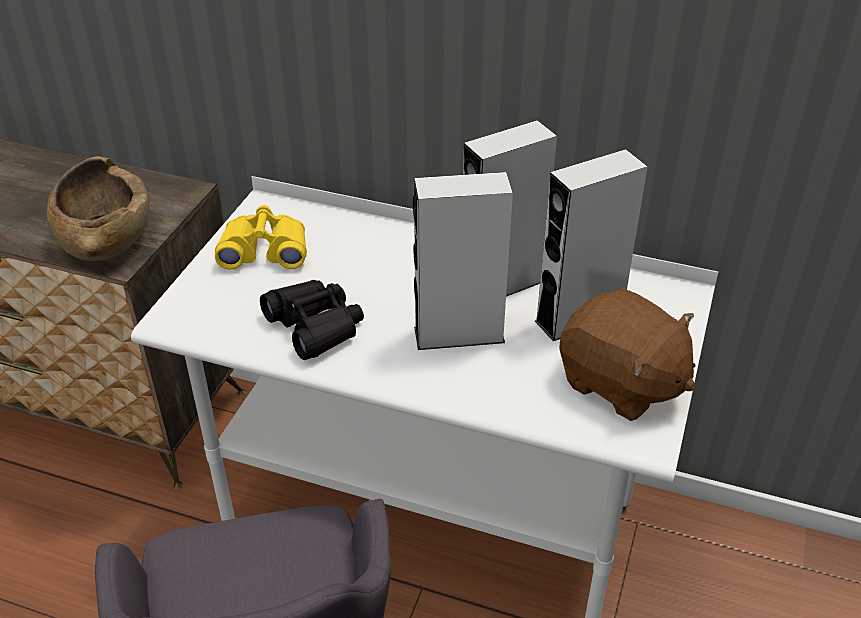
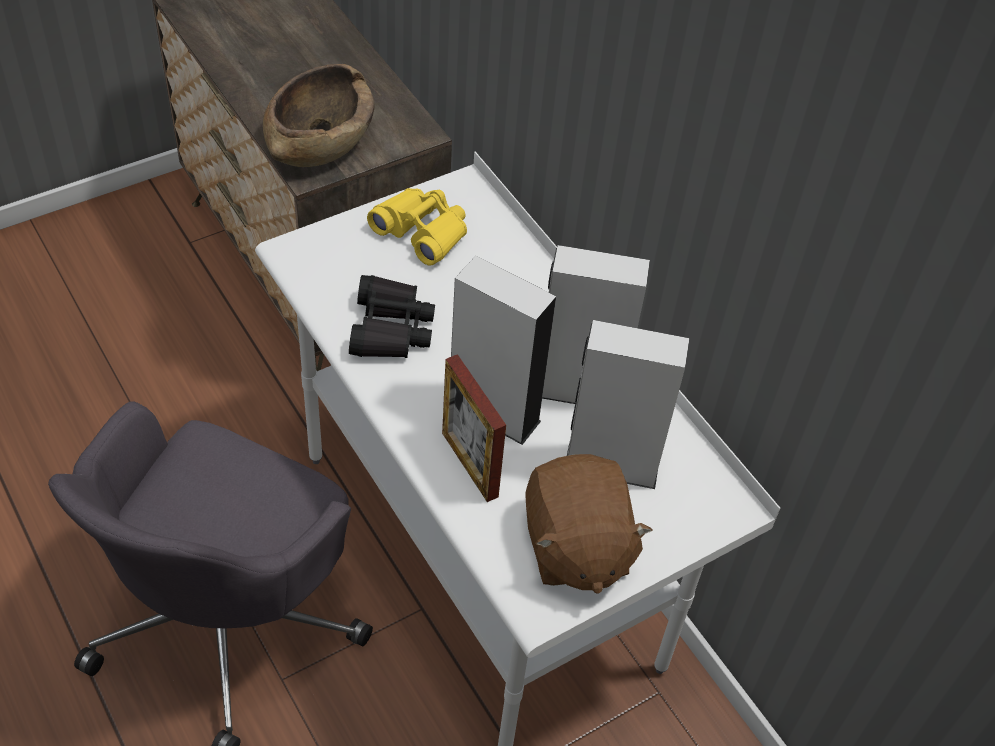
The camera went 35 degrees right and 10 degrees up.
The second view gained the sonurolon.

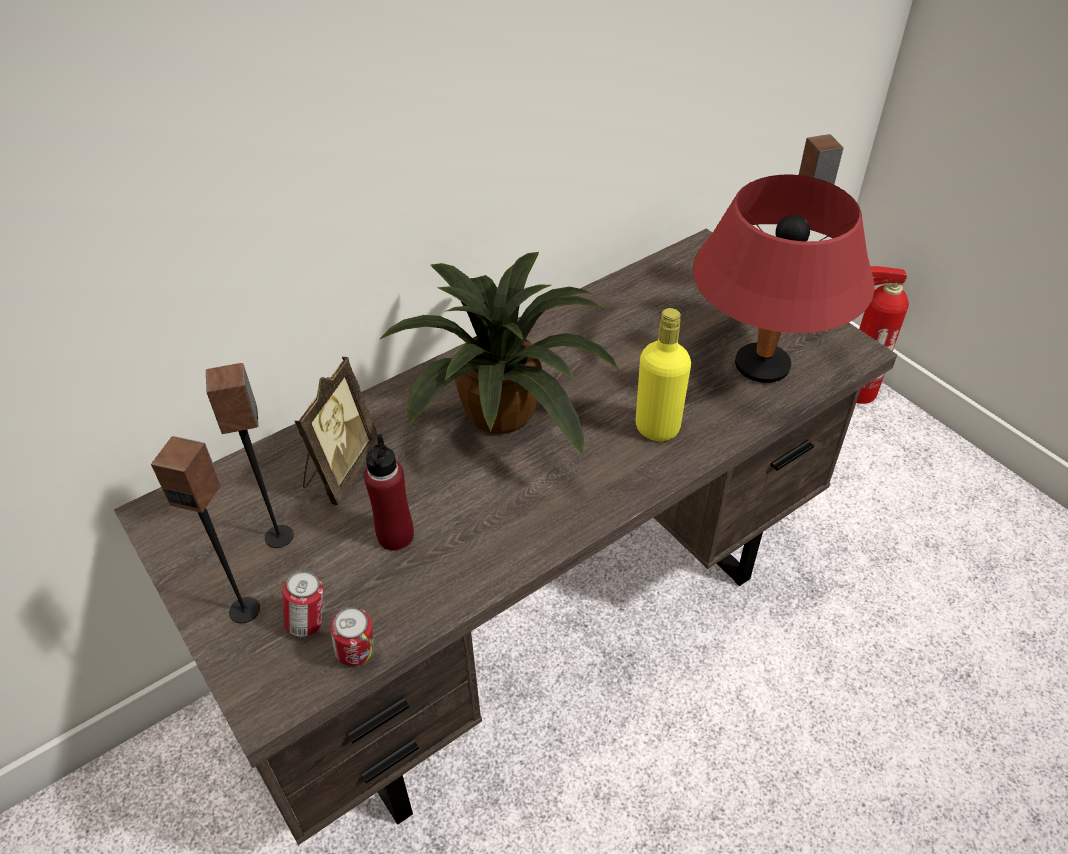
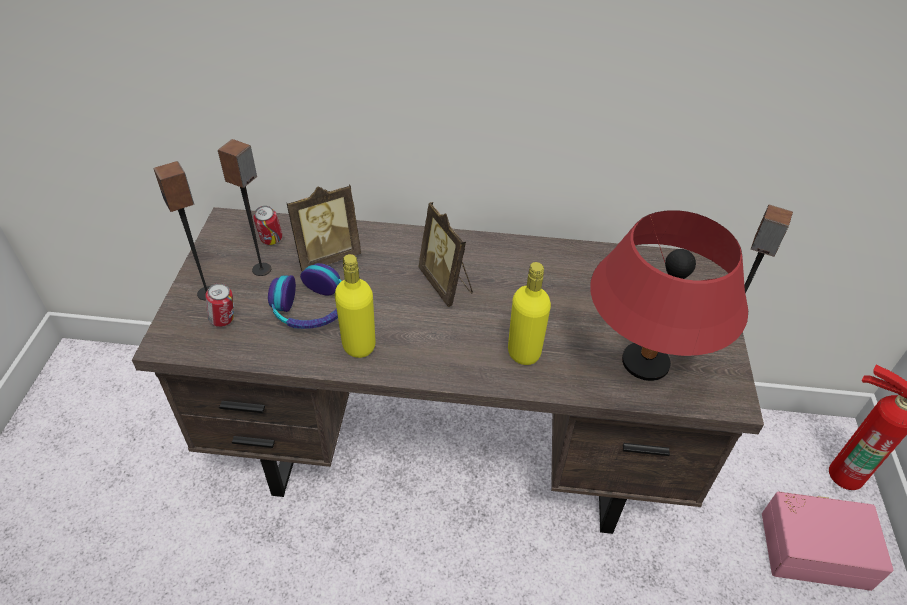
The camera went 40 degrees right and 0 degrees up.
Where the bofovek stood, the sonurolon (no. 2 from left) came to stand.
Where the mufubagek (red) stood, the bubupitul came to stand.
The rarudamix (no. 2 from left) ended up elsewhere.
The second view gained the mufubagek (yellow) (no. 1 from left).
The second view gained the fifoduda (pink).

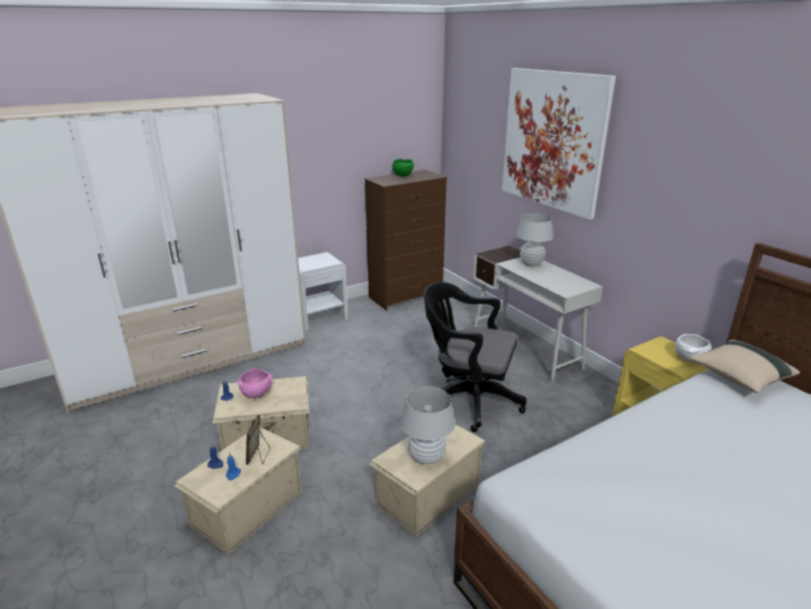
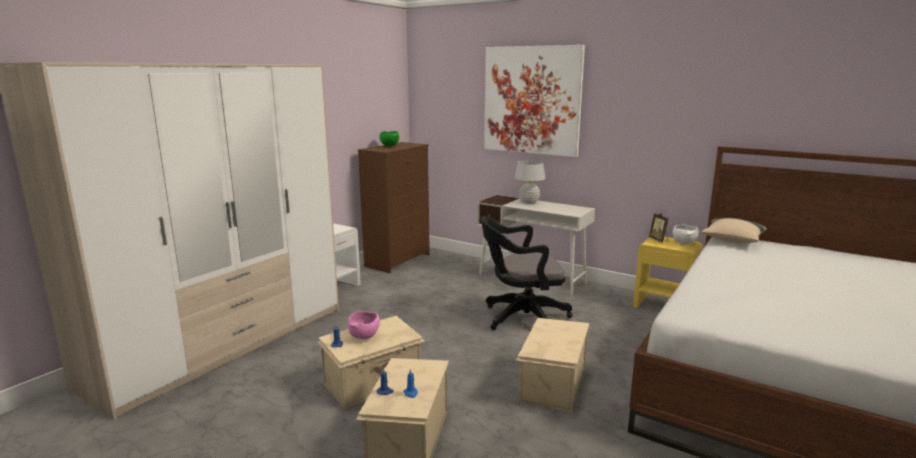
The camera went 25 degrees left and 10 degrees down.
The second view lost the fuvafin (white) (no. 1 from left).
The sonurolon ended up elsewhere.

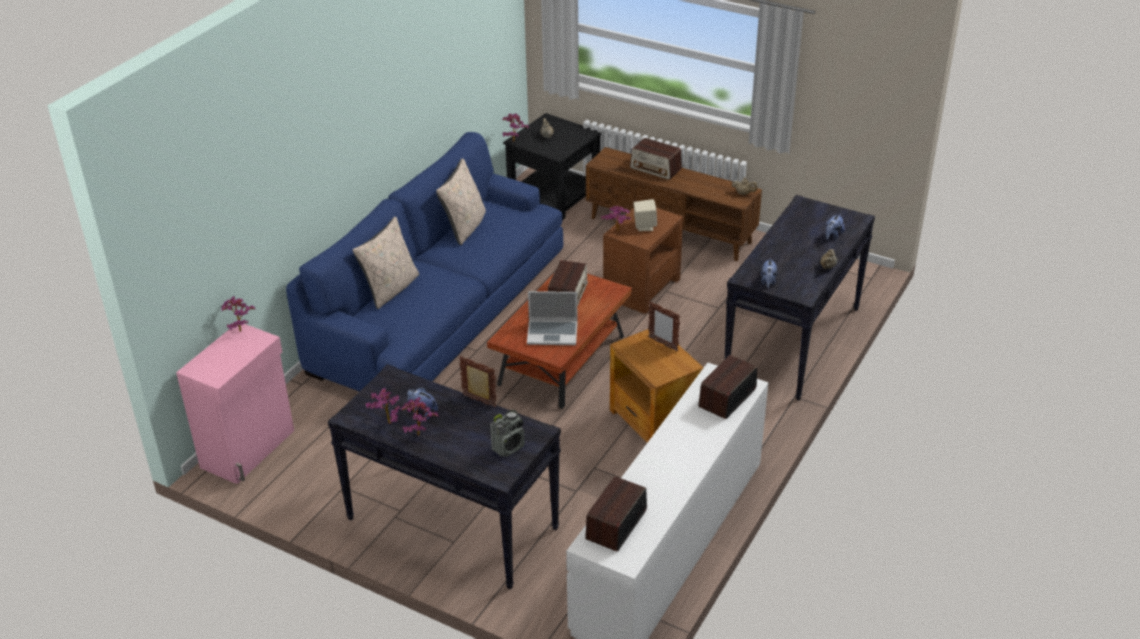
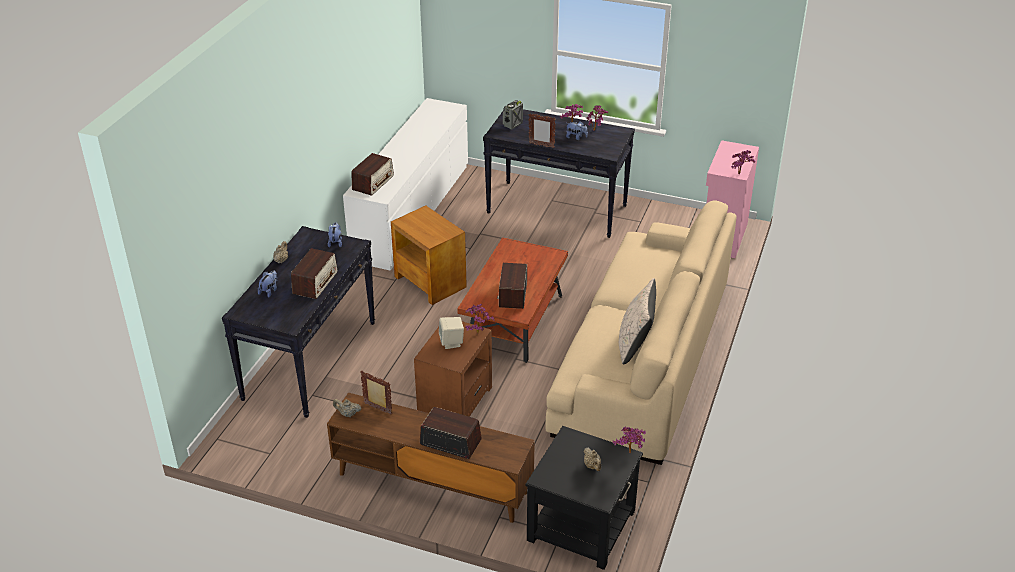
The camera went 170 degrees right and 0 degrees up.
What was the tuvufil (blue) turned into the tuvufil (beige).
The second view lost the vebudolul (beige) (no. 1 from left).
The second view lost the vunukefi.
The sonurolon (no. 2 from left in the first image) ended up elsewhere.
The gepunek (no. 3 from left in the first image) ended up elsewhere.

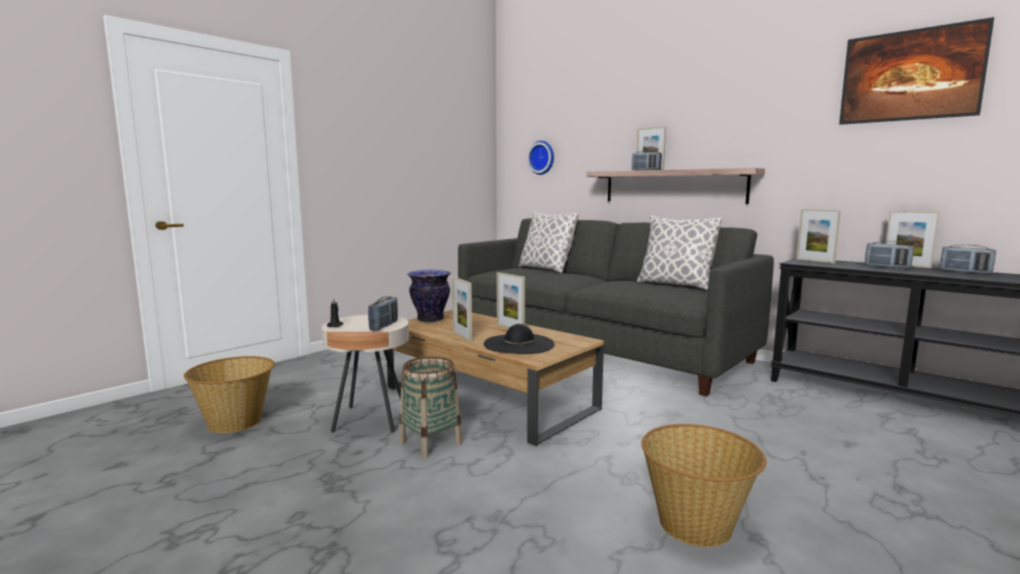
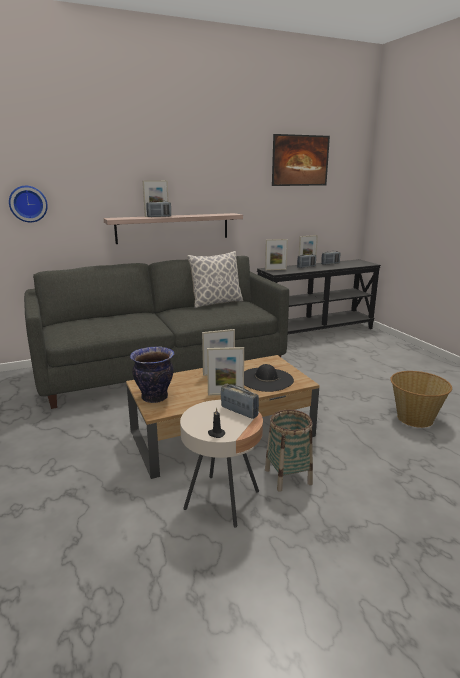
The camera went 65 degrees left and 10 degrees up.
The second view lost the vebudolul (no. 1 from left).
The second view lost the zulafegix (no. 1 from left).

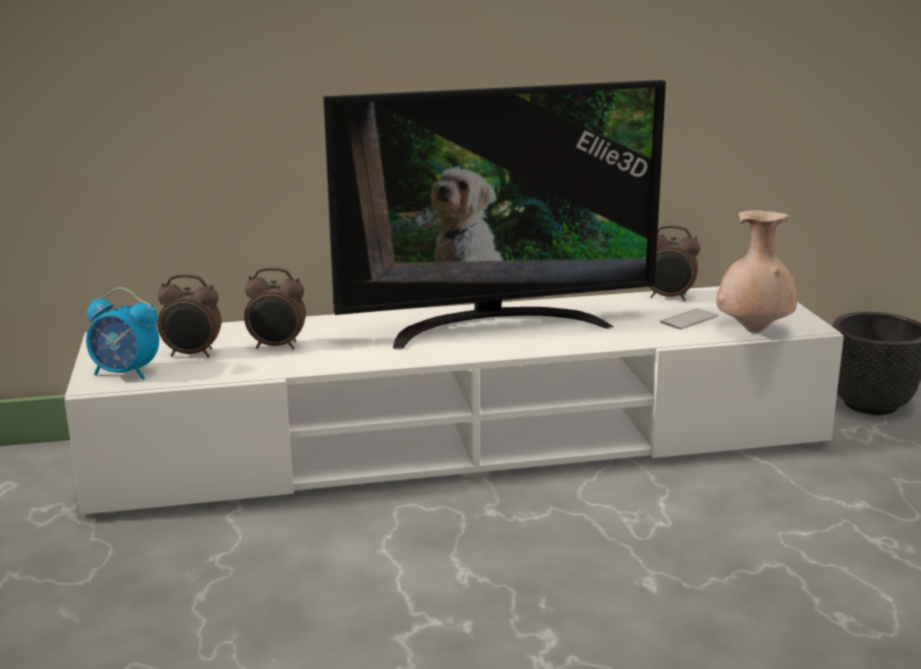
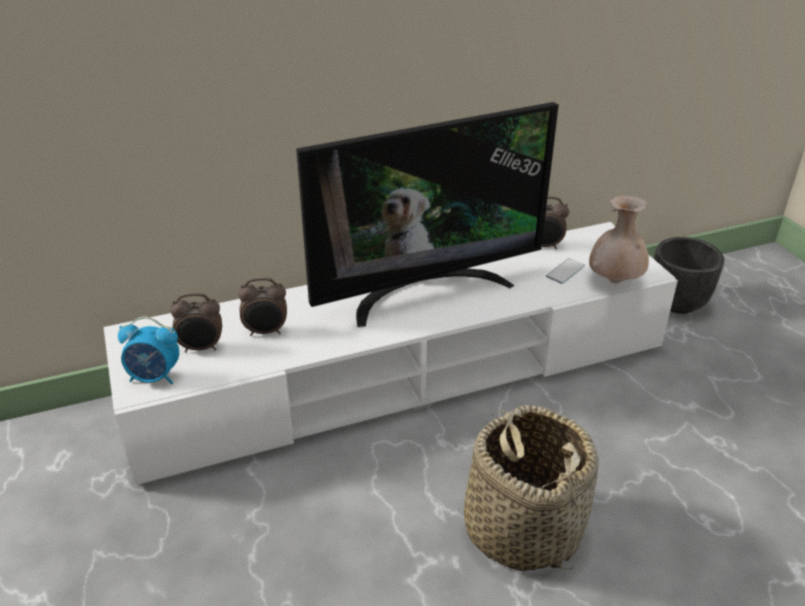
The camera went 10 degrees left and 15 degrees up.
The second view gained the zulafegix.

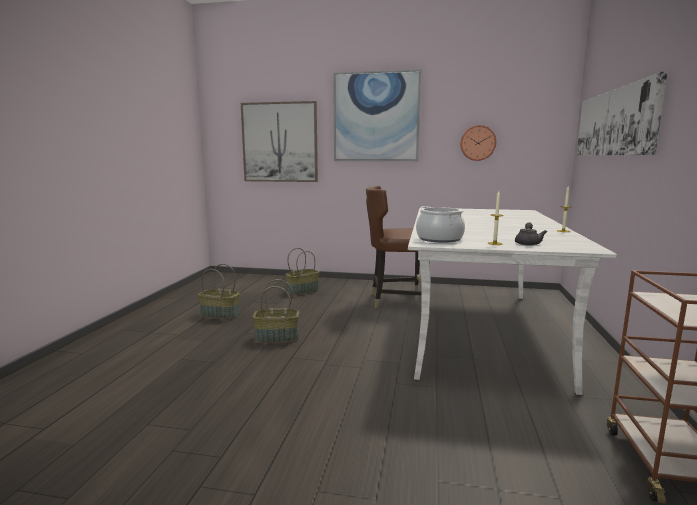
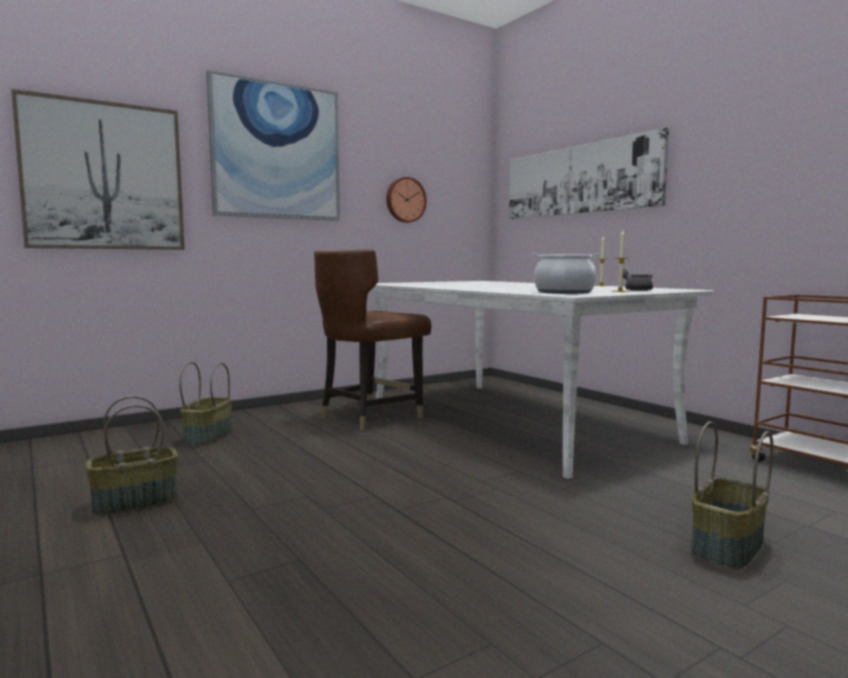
The camera went 45 degrees left and 5 degrees down.
The zulafegix (no. 2 from left in the first image) ended up elsewhere.

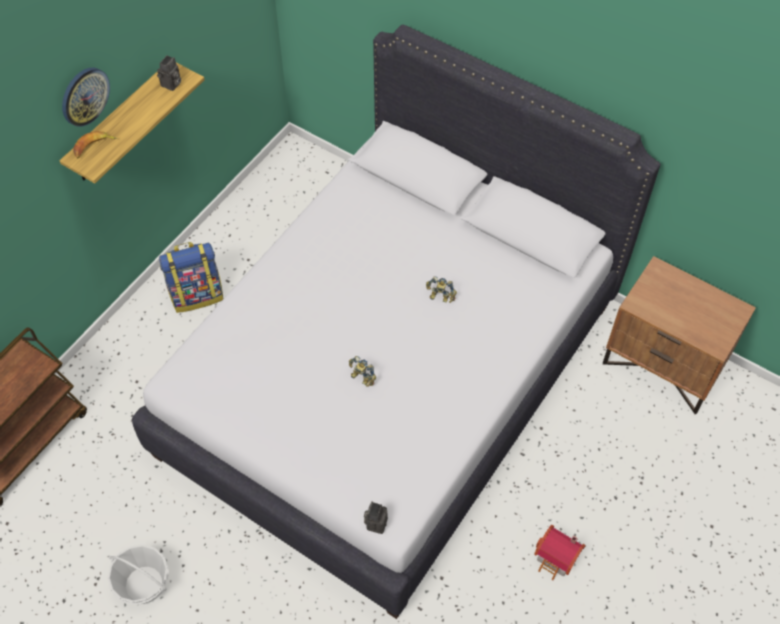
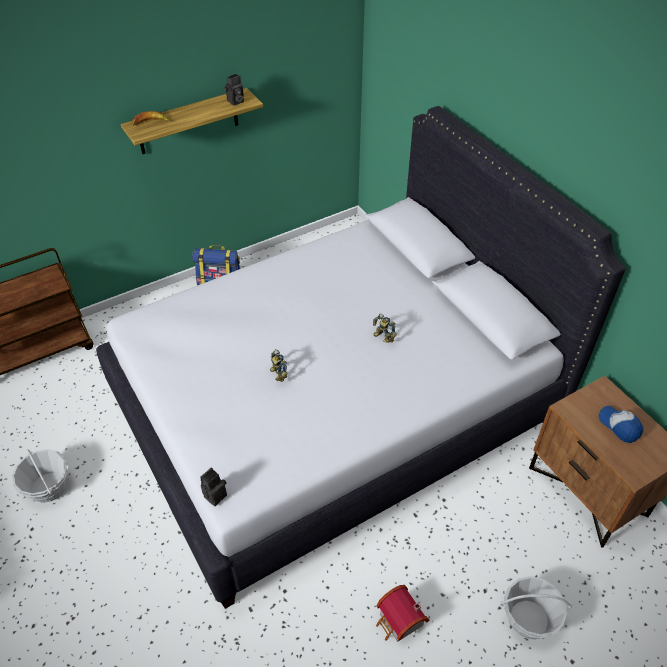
The camera went 25 degrees right and 10 degrees down.
The second view lost the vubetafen.
The second view gained the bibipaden.
The second view gained the zulafegix (no. 2 from left).

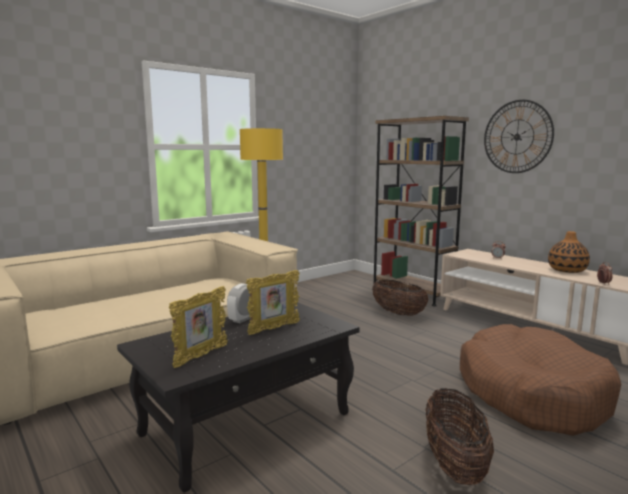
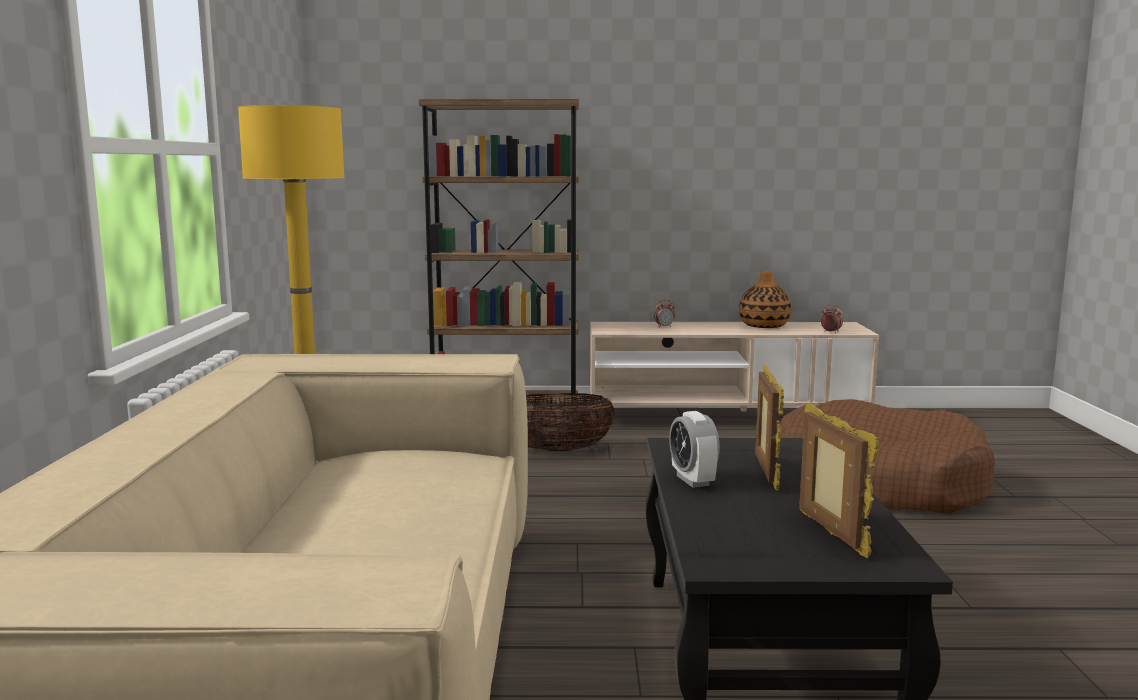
The camera went 50 degrees left and 0 degrees up.
The second view lost the vubetafen.
The second view lost the zulafegix (no. 2 from left).

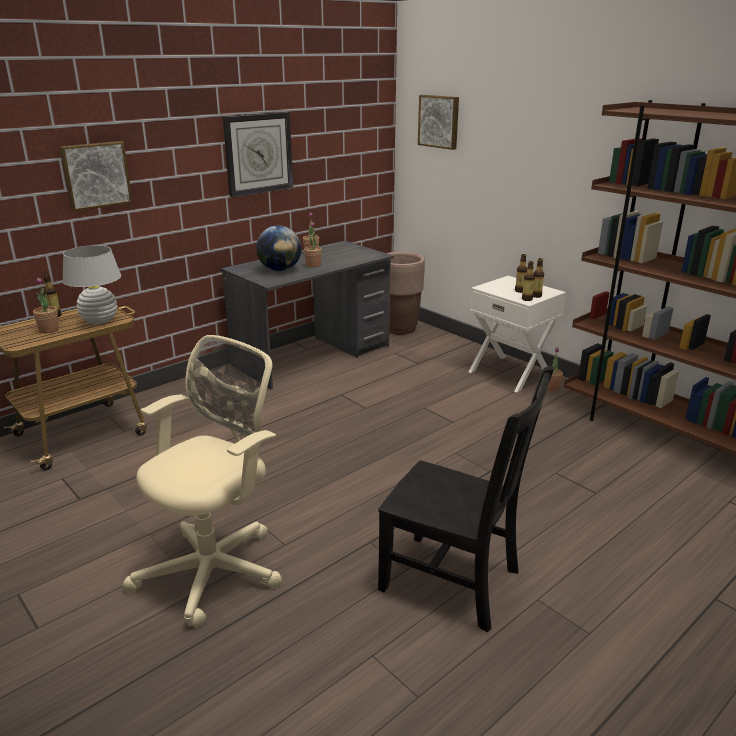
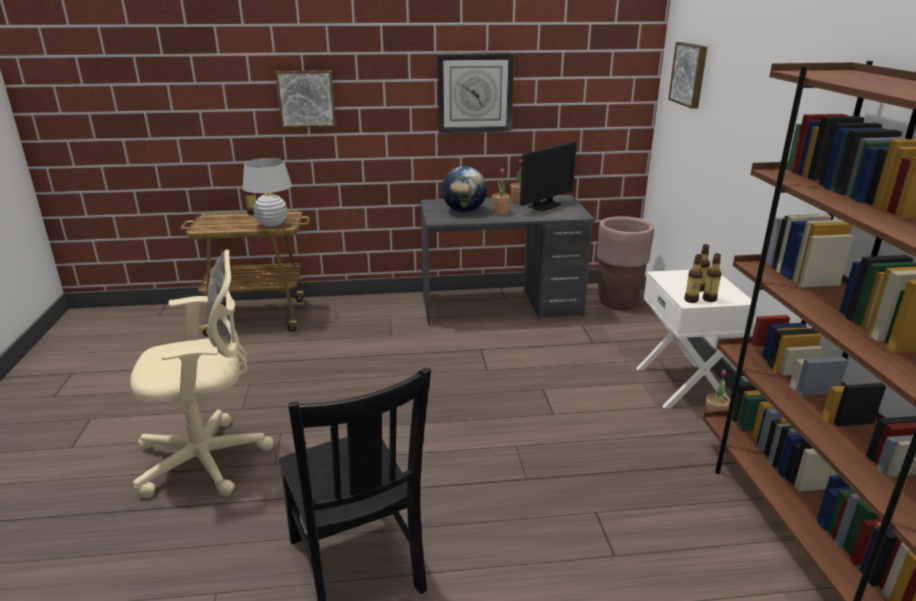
The camera went 35 degrees right and 0 degrees up.
The second view lost the bofovek (no. 1 from left).
The second view gained the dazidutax.

